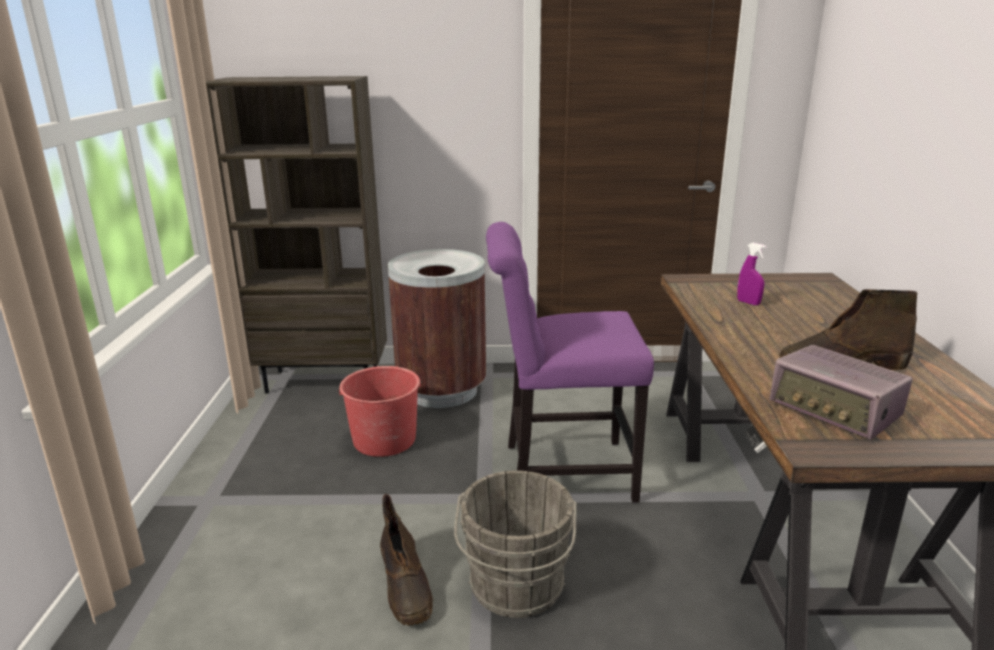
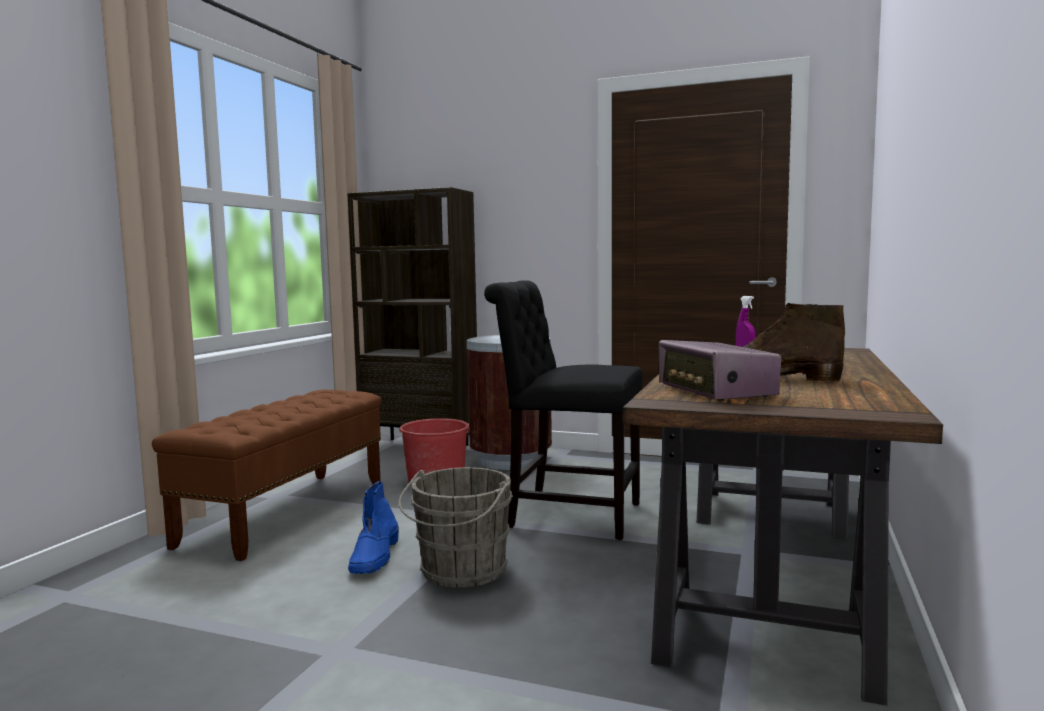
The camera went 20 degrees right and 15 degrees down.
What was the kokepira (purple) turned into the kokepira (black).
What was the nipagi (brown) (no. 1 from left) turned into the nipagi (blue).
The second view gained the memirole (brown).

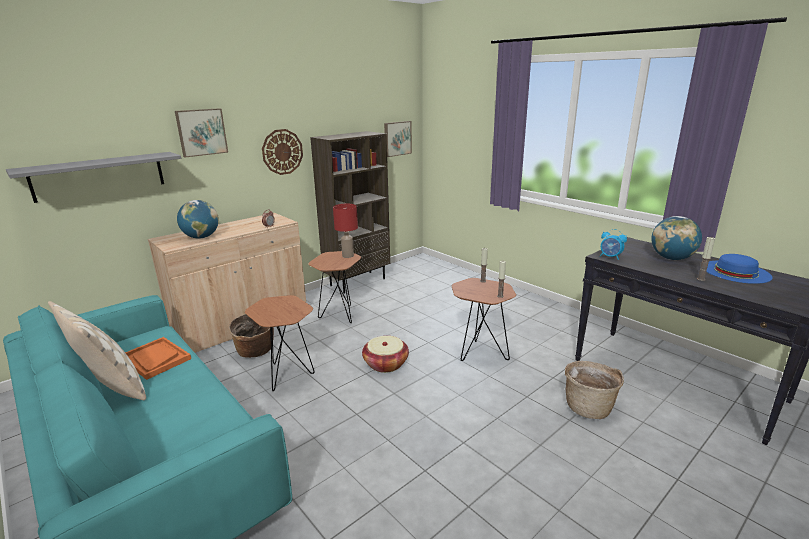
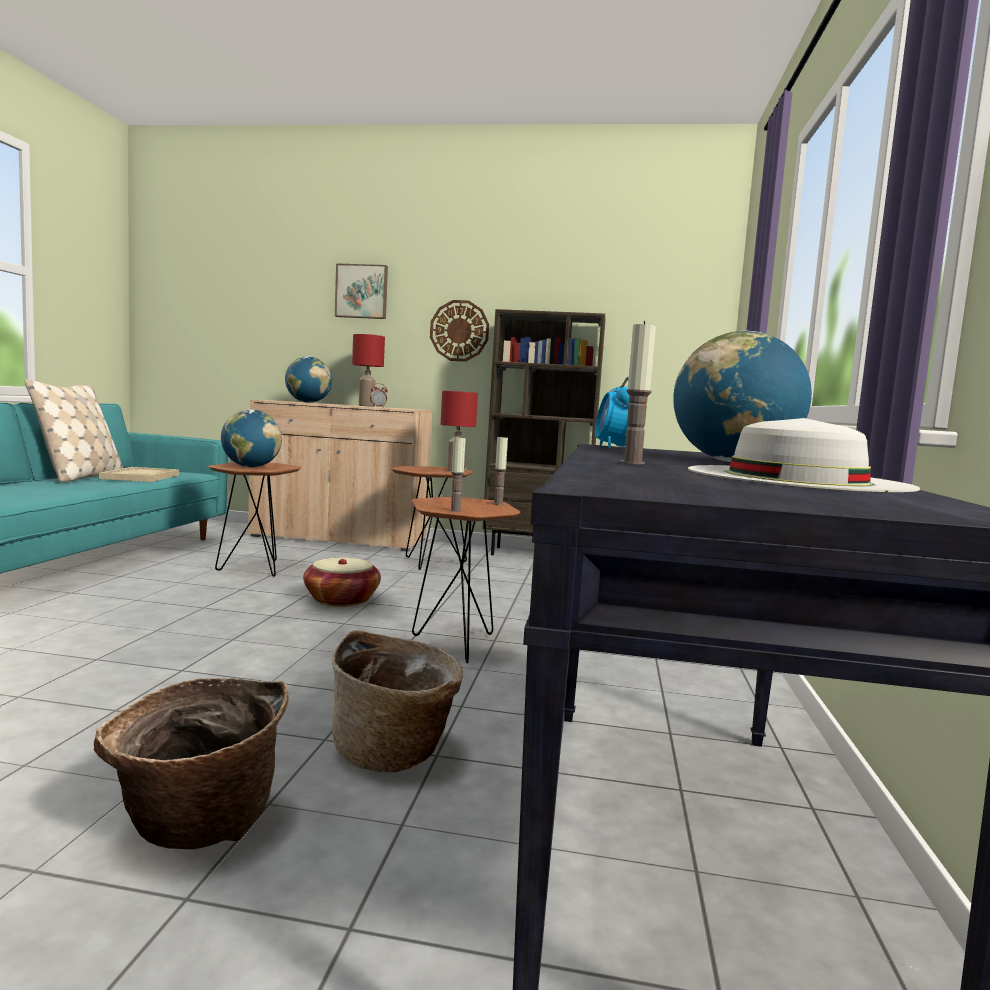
The camera went 50 degrees right and 15 degrees down.
The second view lost the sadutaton (no. 2 from left).
The second view lost the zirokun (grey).
What was the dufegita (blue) turned into the dufegita (white).
The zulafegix (no. 1 from left) ended up elsewhere.
What was the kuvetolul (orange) turned into the kuvetolul (beige).
The second view gained the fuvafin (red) (no. 1 from left).
The second view gained the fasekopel (no. 1 from left).

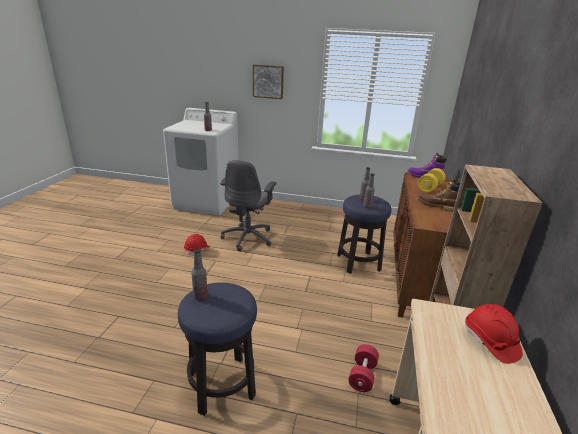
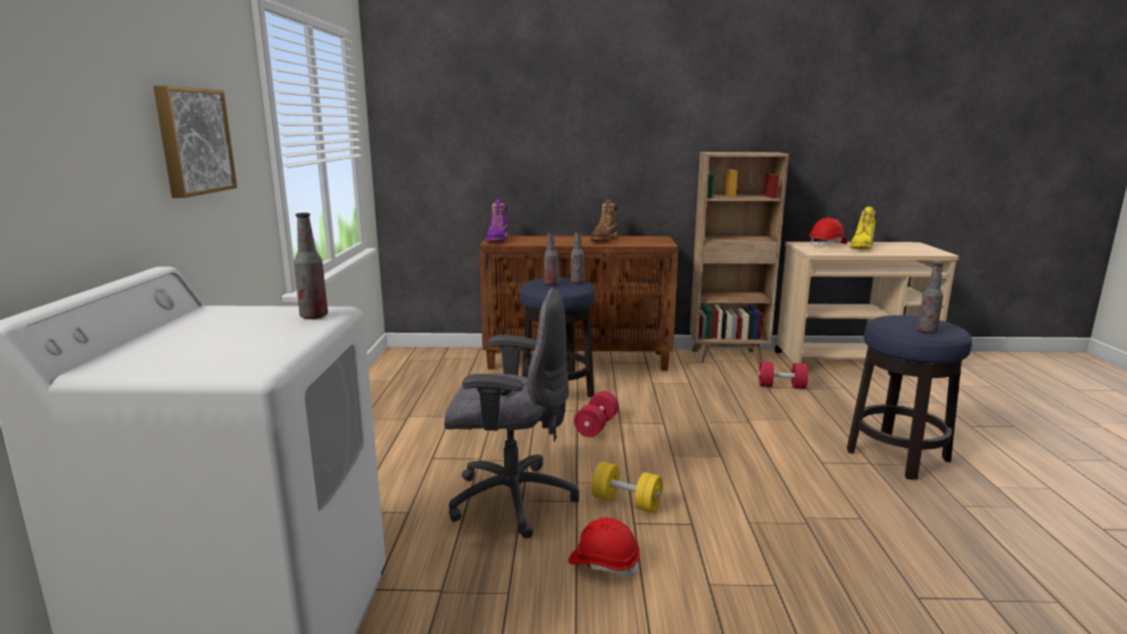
The camera went 100 degrees left and 10 degrees down.
The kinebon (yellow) ended up elsewhere.
The second view gained the nipagi (yellow).
The second view gained the kinebon (red) (no. 1 from left).

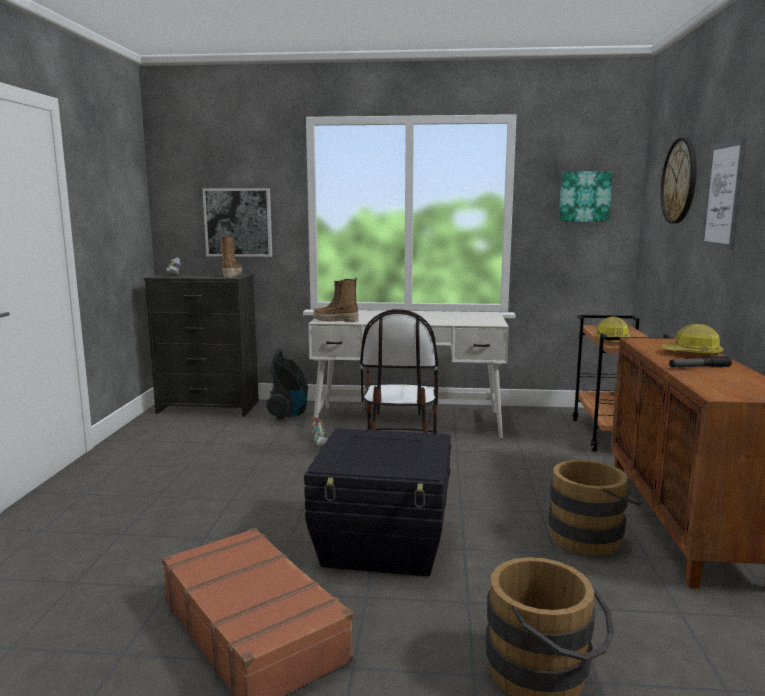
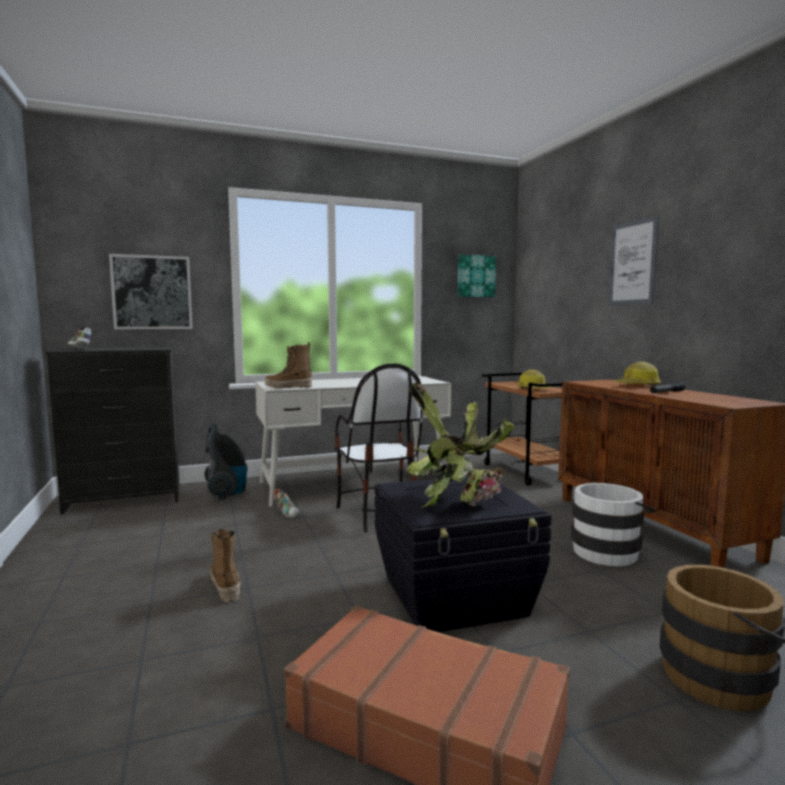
The camera went 25 degrees left and 5 degrees down.
The second view lost the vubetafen.
The nipagi (no. 1 from left) ended up elsewhere.
What was the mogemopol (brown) (no. 2 from left) turned into the mogemopol (white).
The second view gained the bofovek.

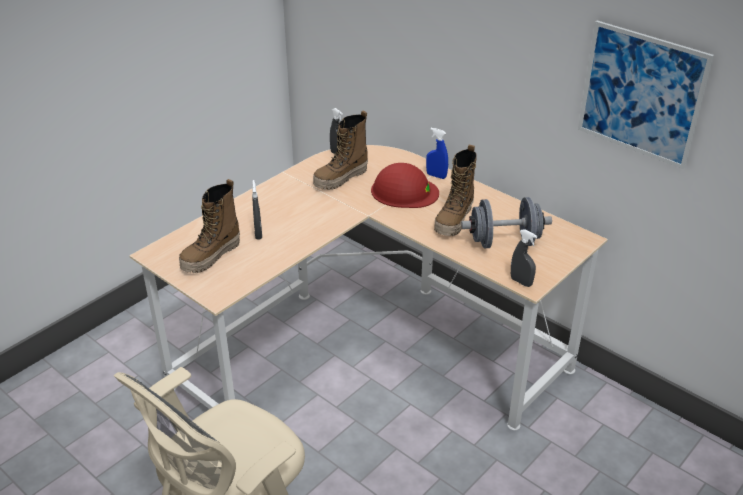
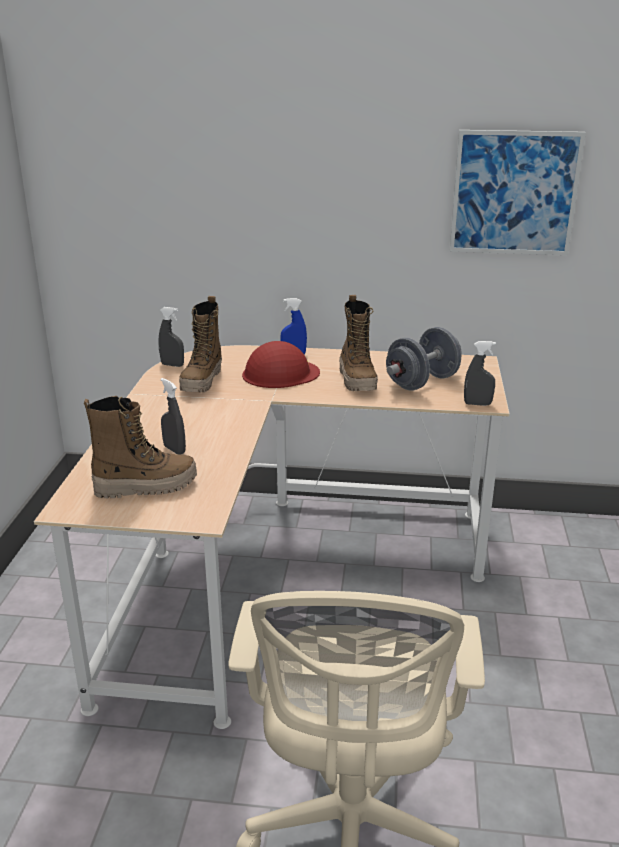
The camera went 35 degrees left and 10 degrees down.
The nipagi (no. 1 from left) ended up facing another way, 105 degrees counterclockwise from before.

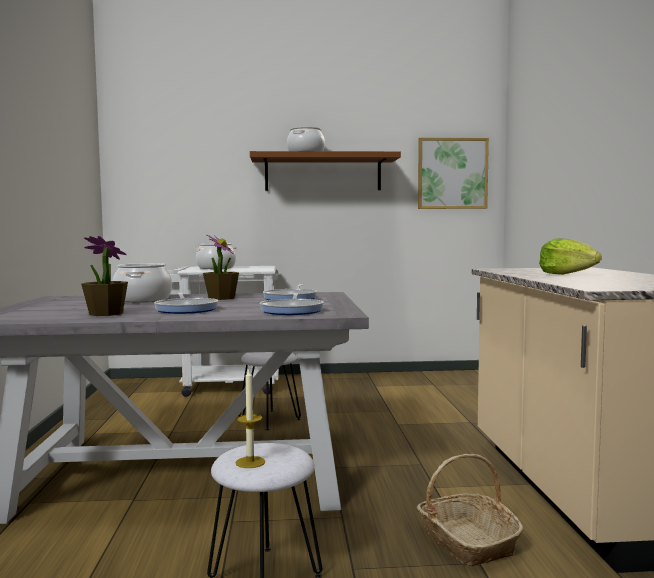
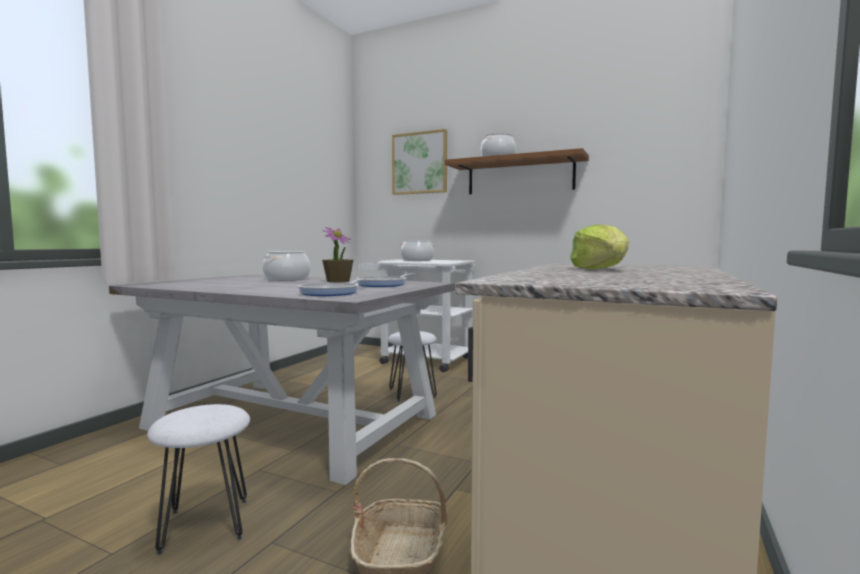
The camera went 30 degrees right and 0 degrees up.
The sadutaton ended up elsewhere.
The second view lost the bofovek (no. 1 from left).
The second view lost the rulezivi (no. 1 from left).
The second view lost the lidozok.

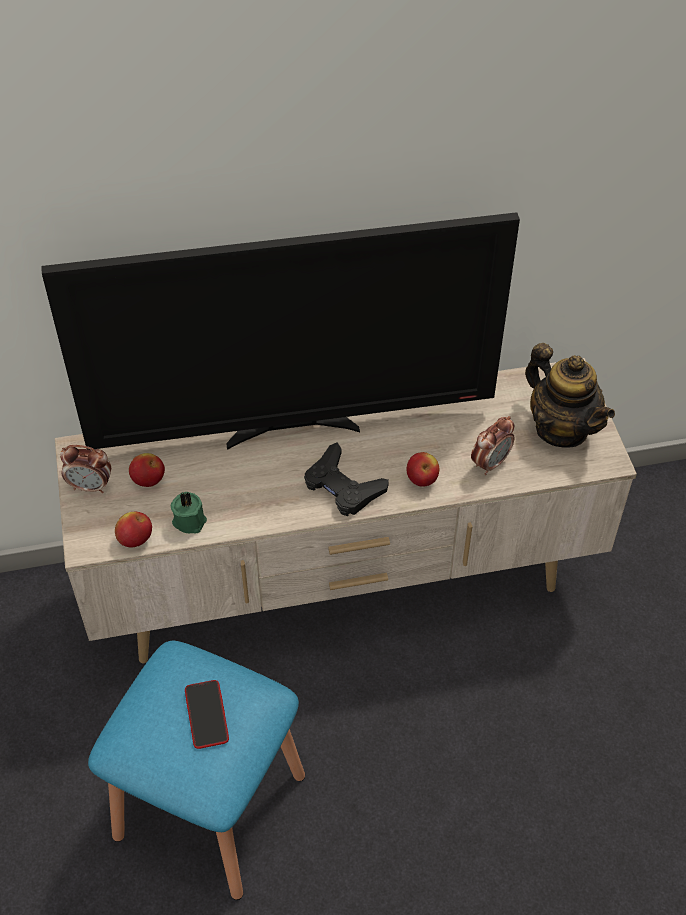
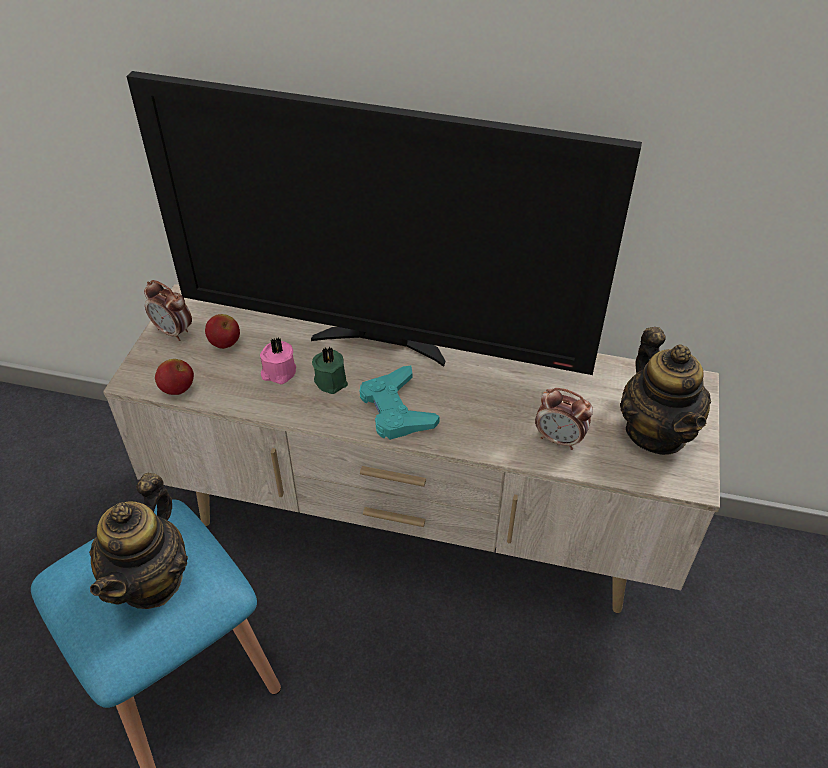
The camera went 25 degrees right and 5 degrees down.
The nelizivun (no. 2 from left) ended up facing another way, 45 degrees clockwise from before.
What was the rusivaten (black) turned into the rusivaten (turquoise).
The second view lost the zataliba (no. 3 from left).
The lidozok (green) ended up elsewhere.
Where the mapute stood, the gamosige (no. 1 from left) came to stand.
The second view gained the lidozok (pink).

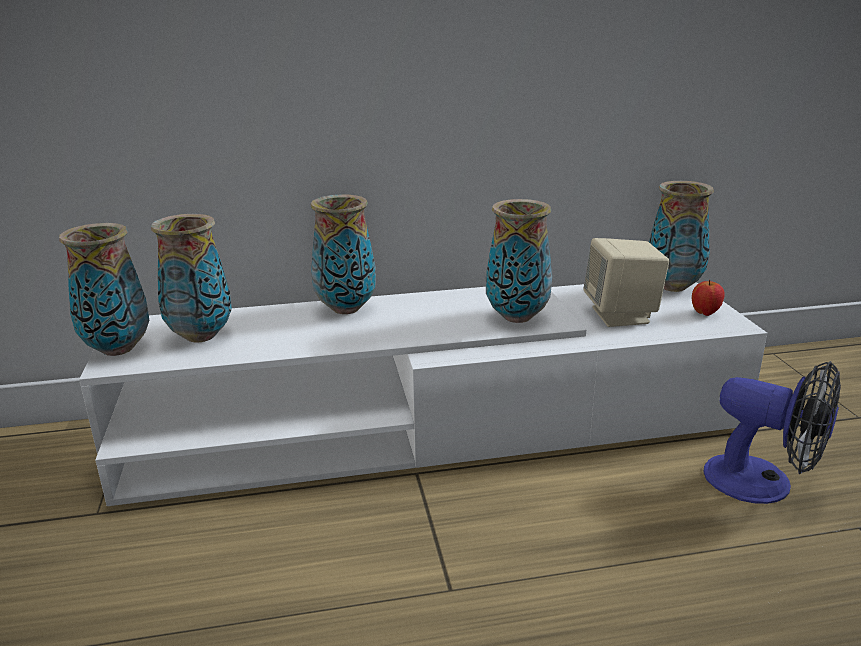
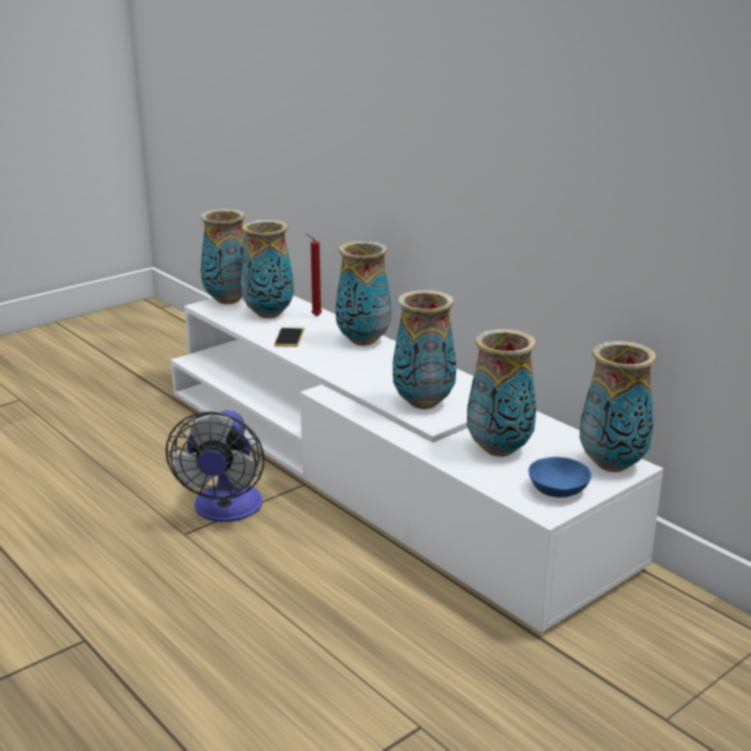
The camera went 60 degrees right and 0 degrees up.
Where the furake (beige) stood, the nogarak (no. 5 from left) came to stand.
Where the zataliba stood, the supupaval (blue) came to stand.
The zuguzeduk ended up elsewhere.
The second view gained the lidozok (red).
The second view gained the mapute.

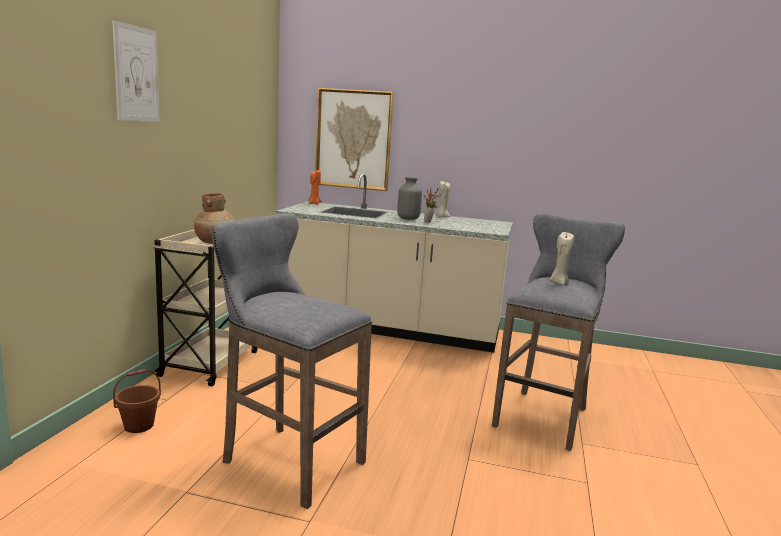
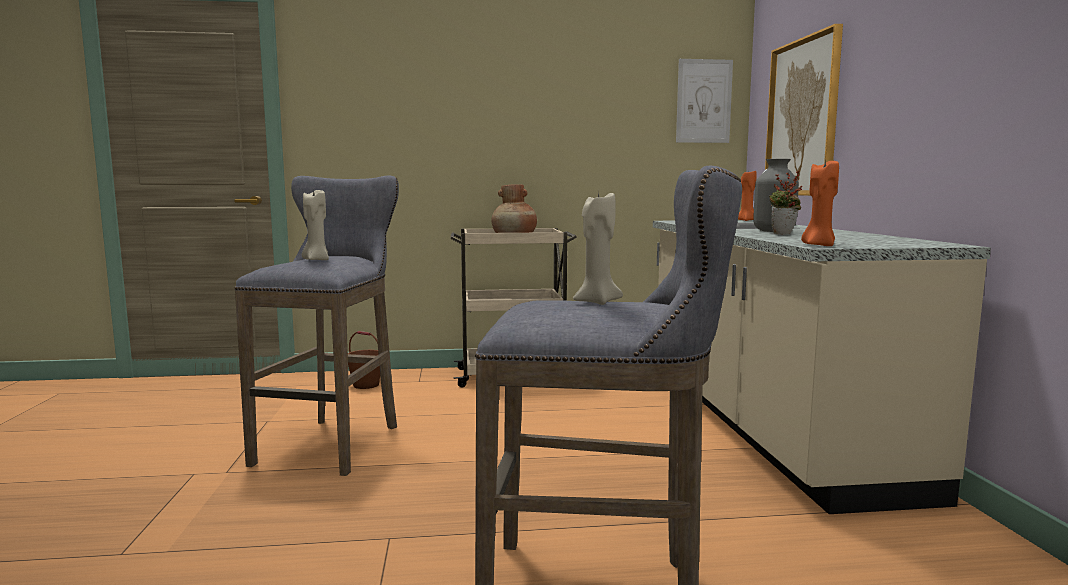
The camera went 70 degrees right and 5 degrees down.
The sadutaton (no. 1 from left) ended up elsewhere.
The lidozok (beige) (no. 1 from left) ended up elsewhere.
The second view gained the lidozok (orange) (no. 2 from left).

